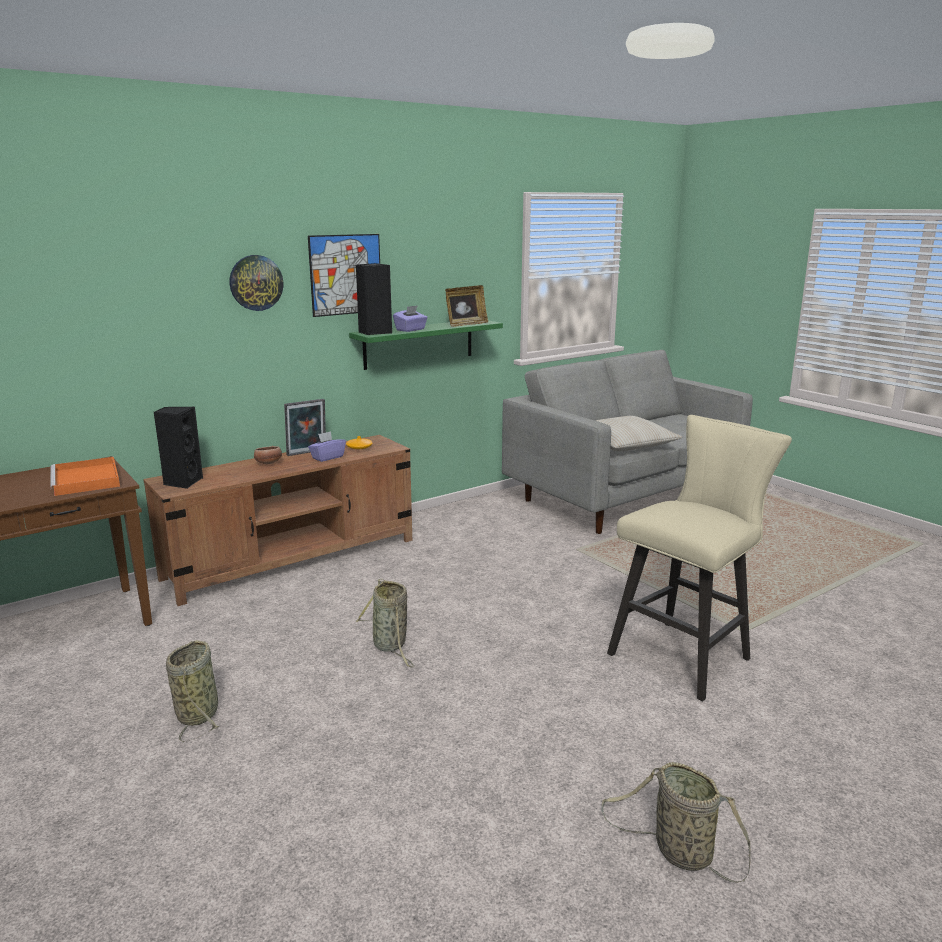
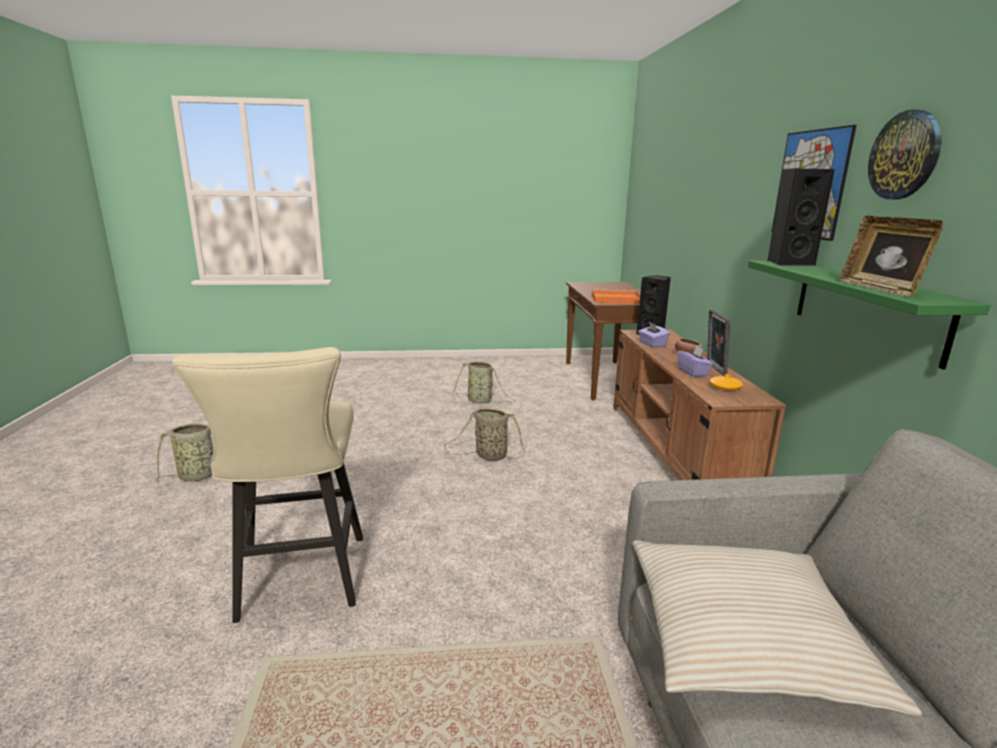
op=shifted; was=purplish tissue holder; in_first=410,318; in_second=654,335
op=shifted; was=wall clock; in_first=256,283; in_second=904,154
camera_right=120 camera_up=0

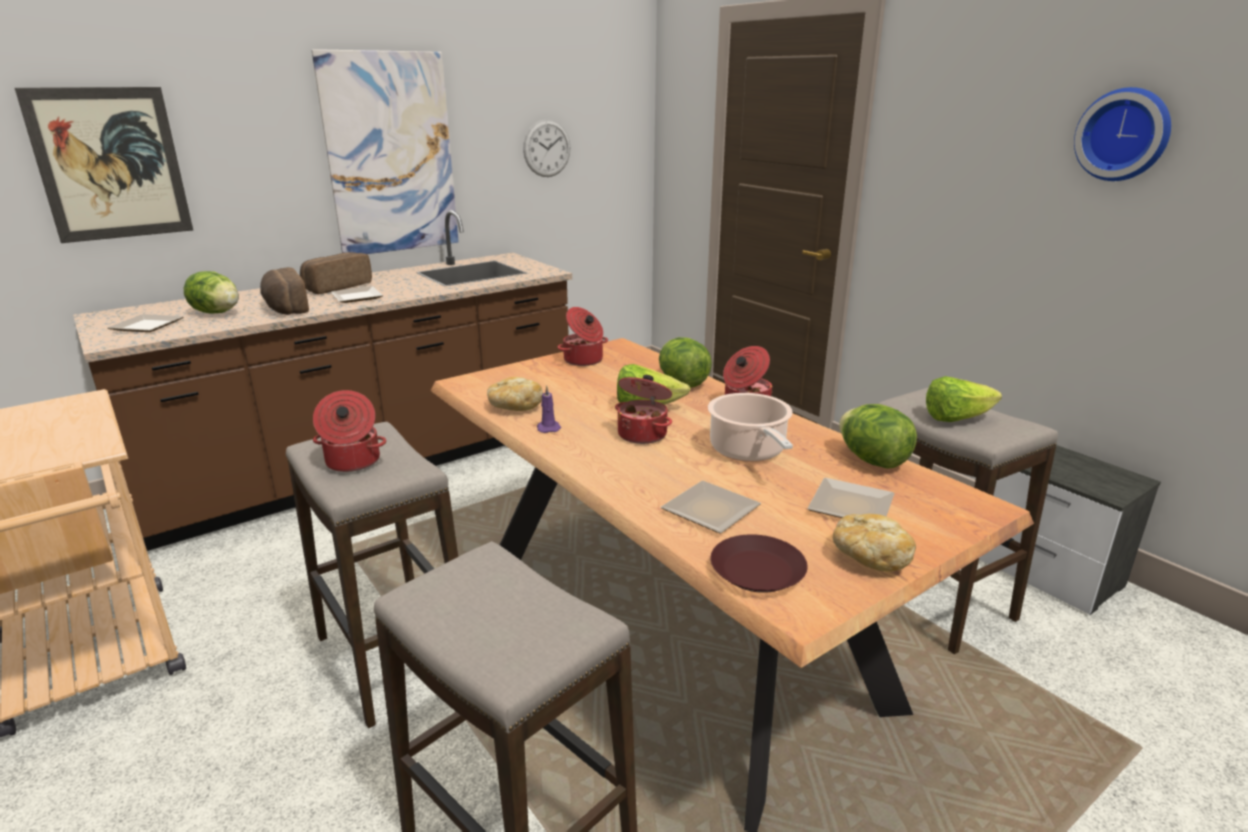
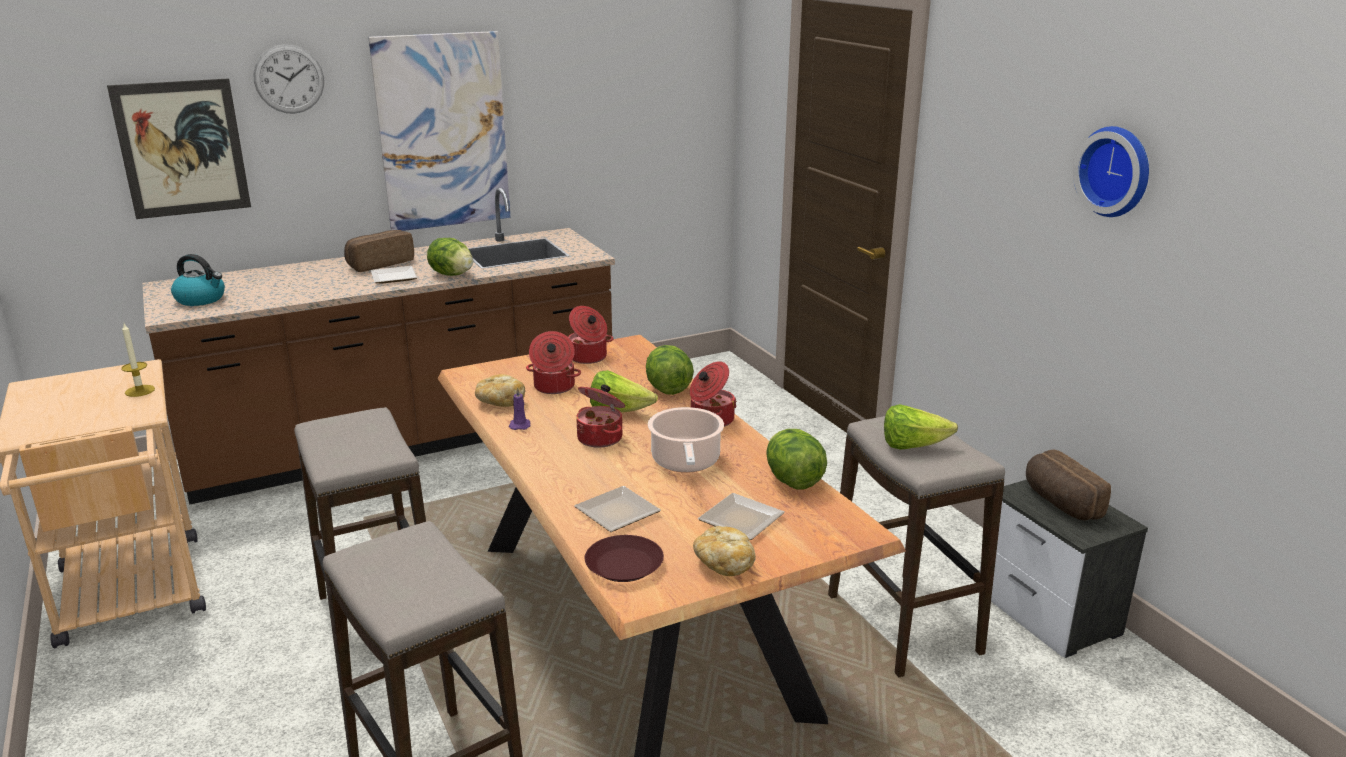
op=new; now=wax light; in_second=138,360
op=swapped; was=dinner plate; now=water kettle; in_first=145,323; in_second=198,280
op=shifted; was=wall clock; in_first=546,148; in_second=288,79
op=shifted; was=lettuce head; in_first=211,292; in_second=450,257
op=shifted; was=saucepot; in_first=349,431; in_second=553,362
op=shifted; was=bakery bread; in_first=284,291; in_second=1068,485
camera_right=10 camera_up=0

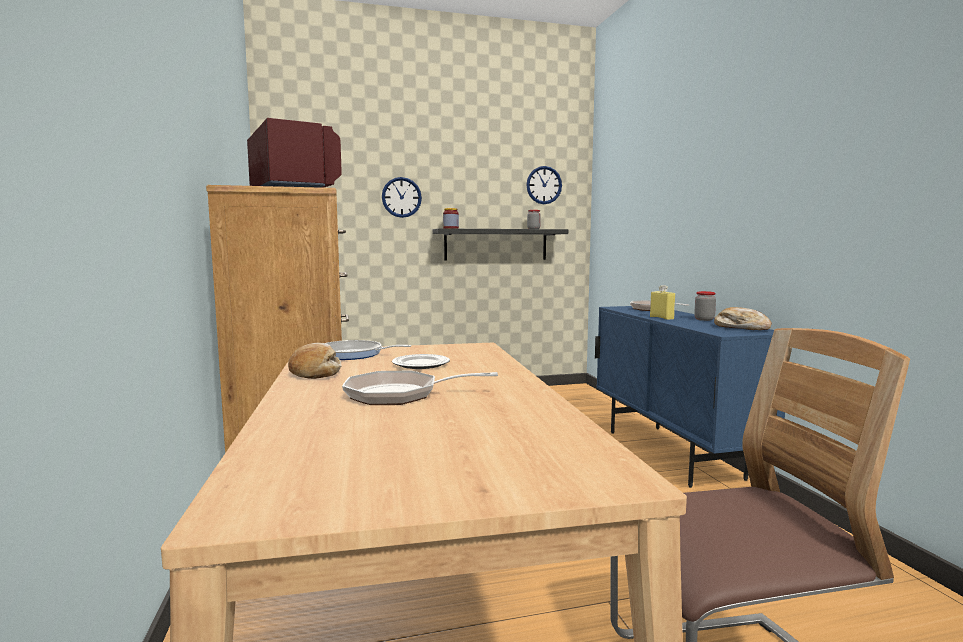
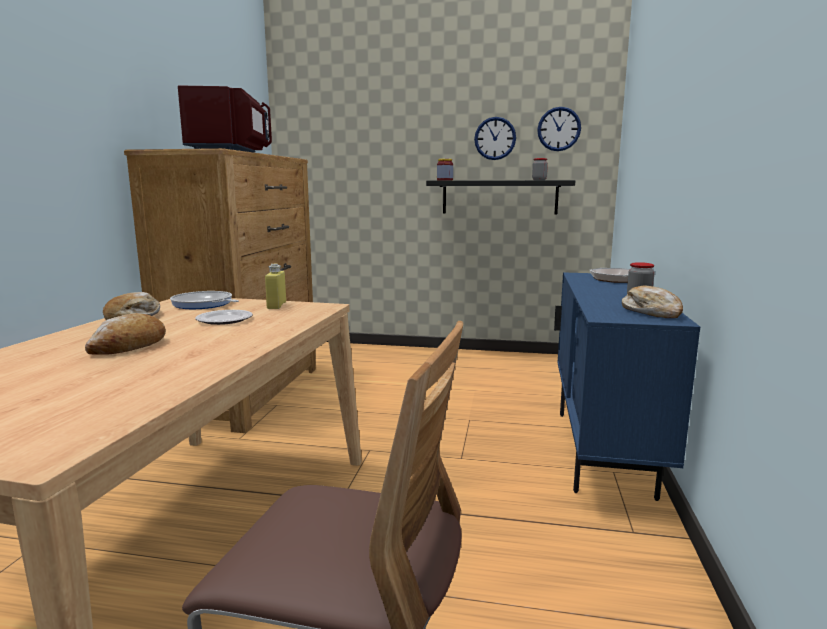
op=swapped; was=pan; now=bakery bread; in_first=420,388; in_second=125,334
op=shifted; was=yellow-coloured bottle; in_first=662,302; in_second=275,286
op=shifted; was=wall clock; in_first=402,197; in_second=495,138
camera_right=25 camera_up=5

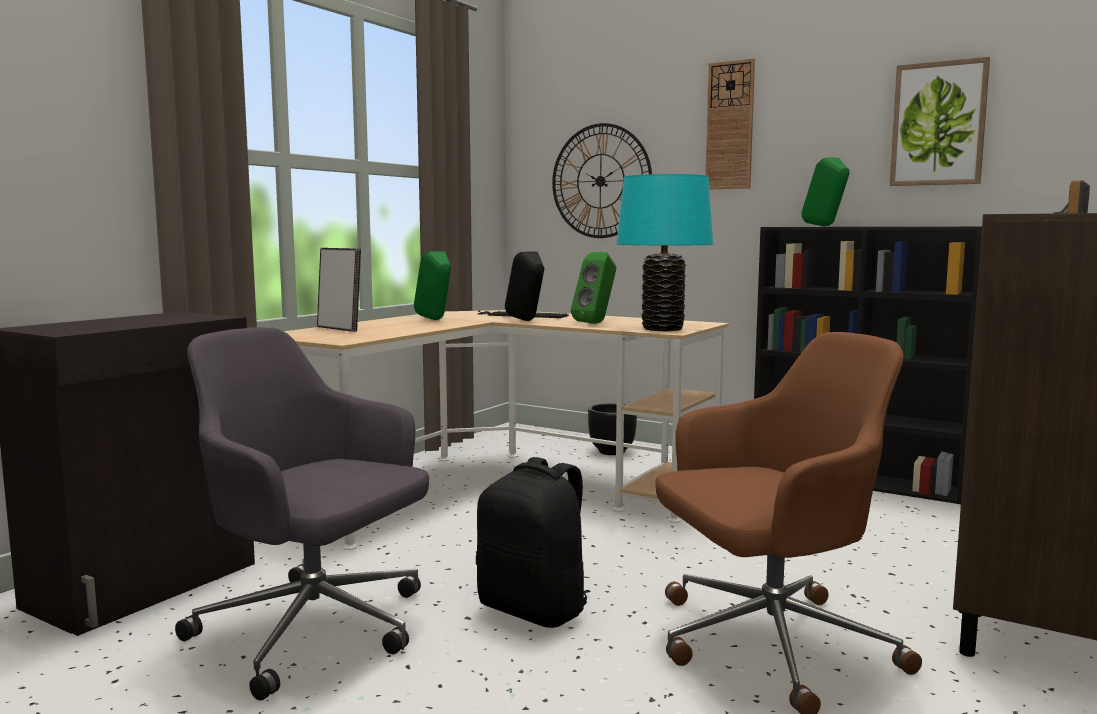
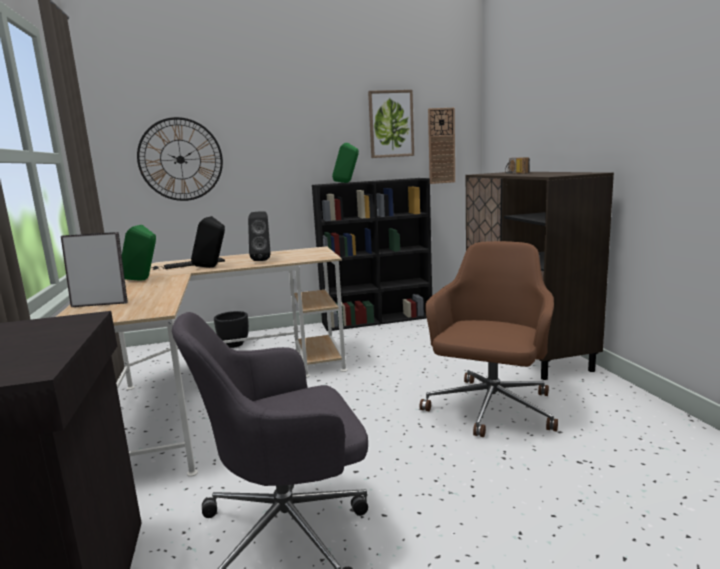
op=repainted; was=green-coloured audio speaker; now=blackish audio speaker; in_first=593,288; in_second=259,236
op=shifted; was=wall clock; in_first=730,124; in_second=441,146
op=gone; was=blackish backpack; in_first=533,542
op=gone; was=turquoise table lamp; in_first=664,252
camera_right=-45 camera_up=5

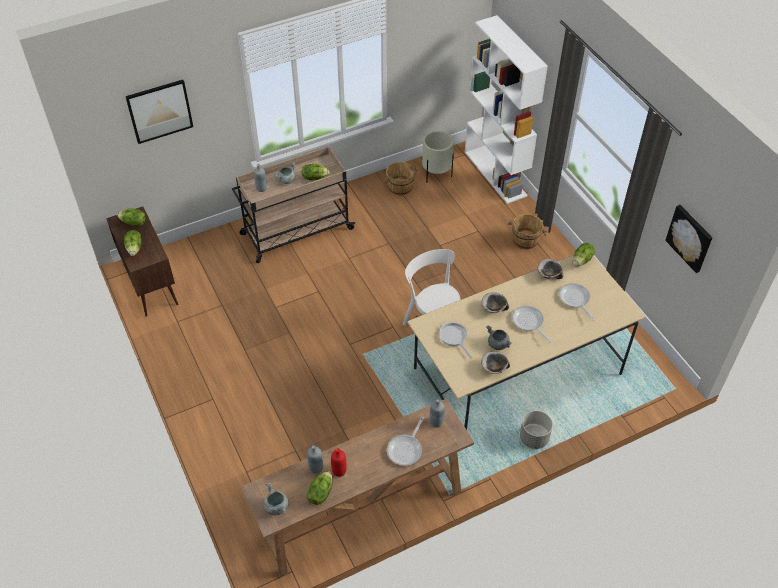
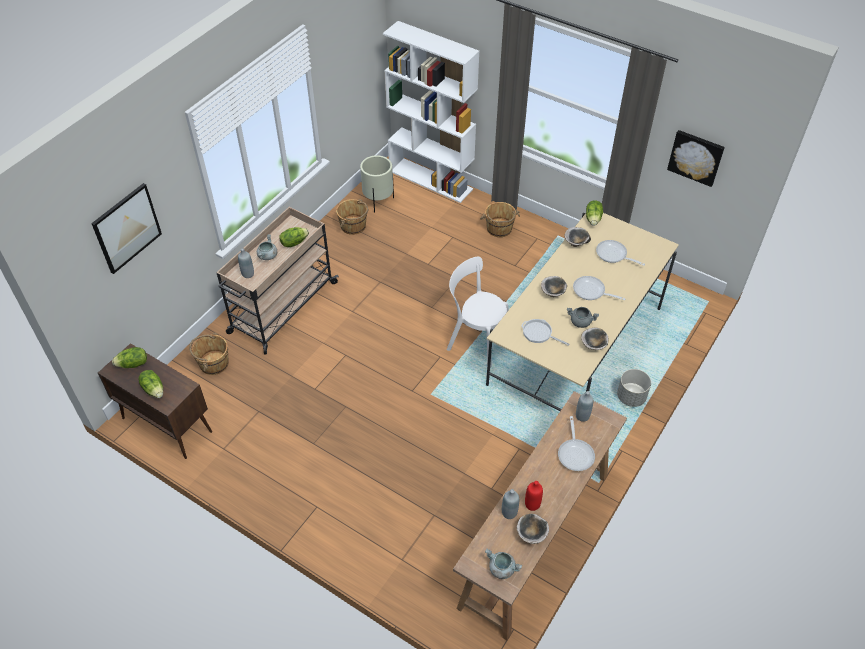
op=new; now=brownish pail; in_second=209,354
op=swapped; was=lettuce head; now=serving bowl; in_first=319,488; in_second=533,529
camera_right=-30 camera_up=0

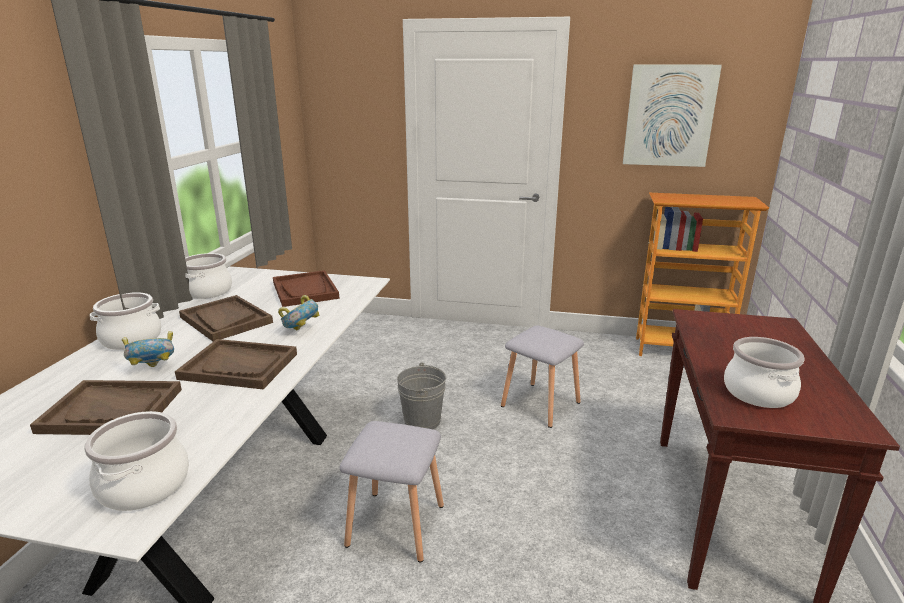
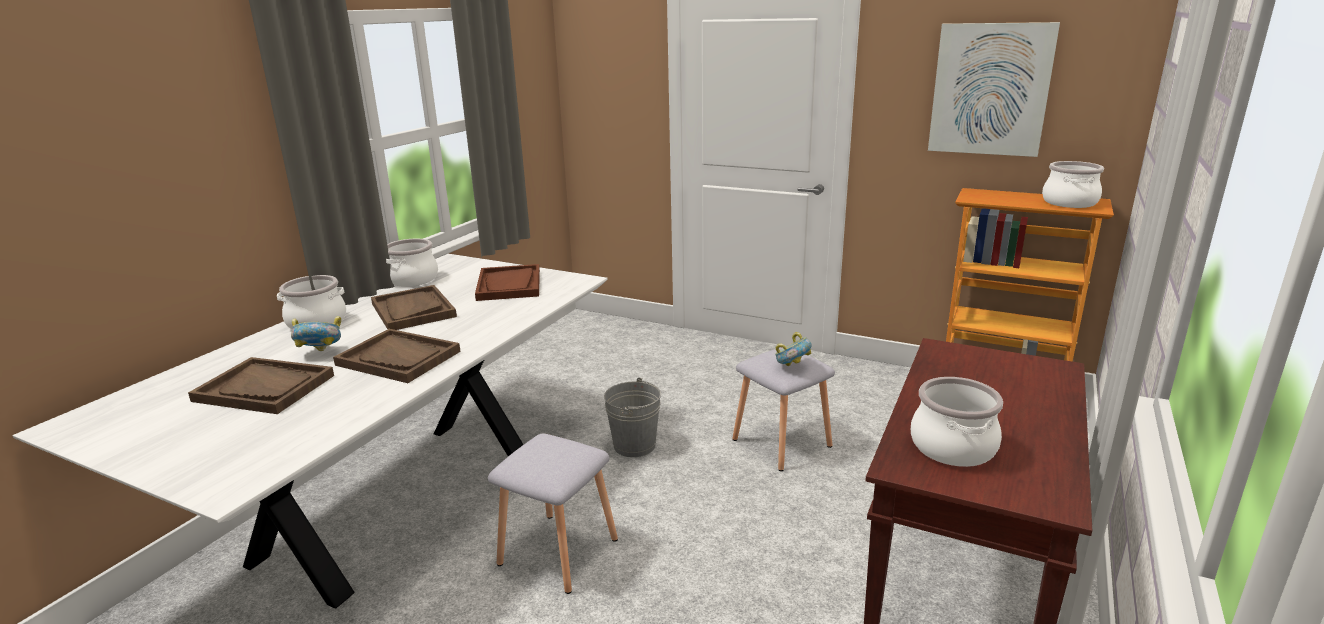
op=shifted; was=serving bowl; in_first=298,312; in_second=793,349
op=shifted; was=saucepot; in_first=136,461; in_second=1073,184
camera_right=15 camera_up=0

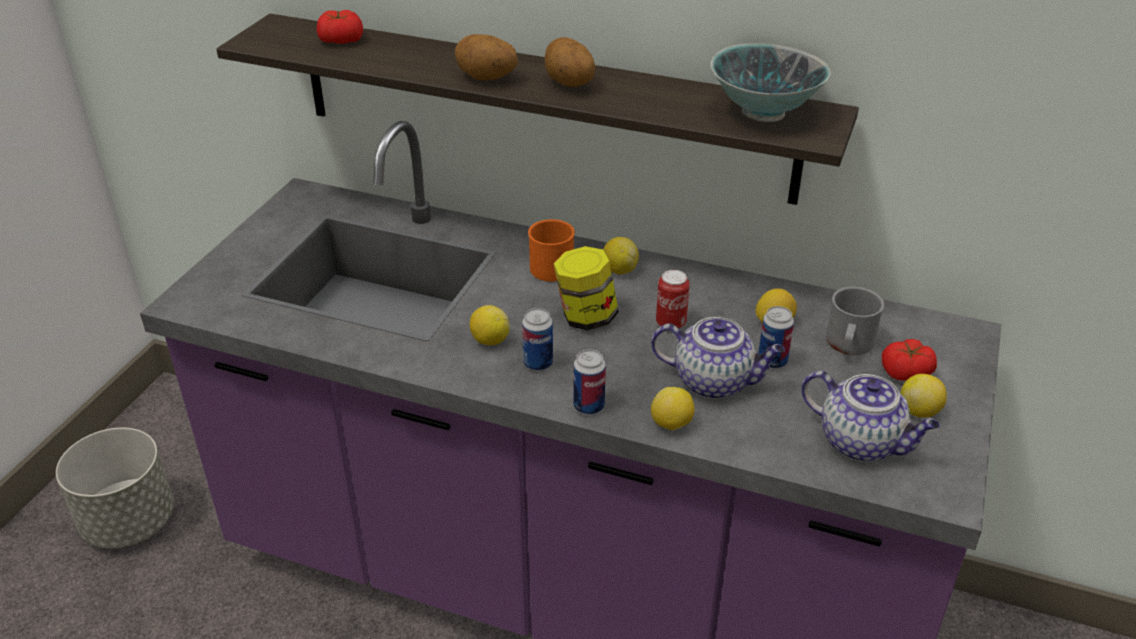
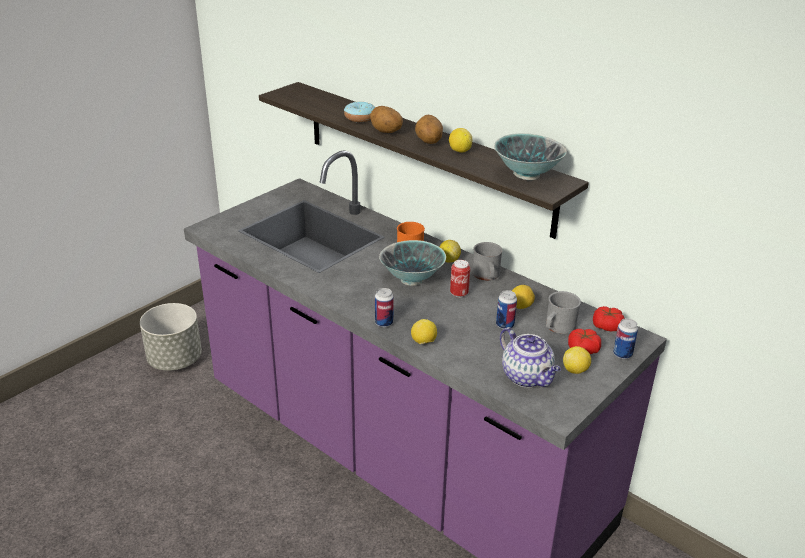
op=new; now=donut; in_second=359,112
op=swapped; was=jar; now=serving bowl; in_first=586,288; in_second=412,263
op=shifted; was=whole lemon; in_first=490,325; in_second=460,140
op=new; now=greyish mug; in_second=487,261
op=shifted; was=tomato; in_first=339,27; in_second=609,318
op=shifted; was=sealed can; in_first=537,339; in_second=625,338
op=gone; was=tea pot; in_first=718,358
camera_right=20 camera_up=-5

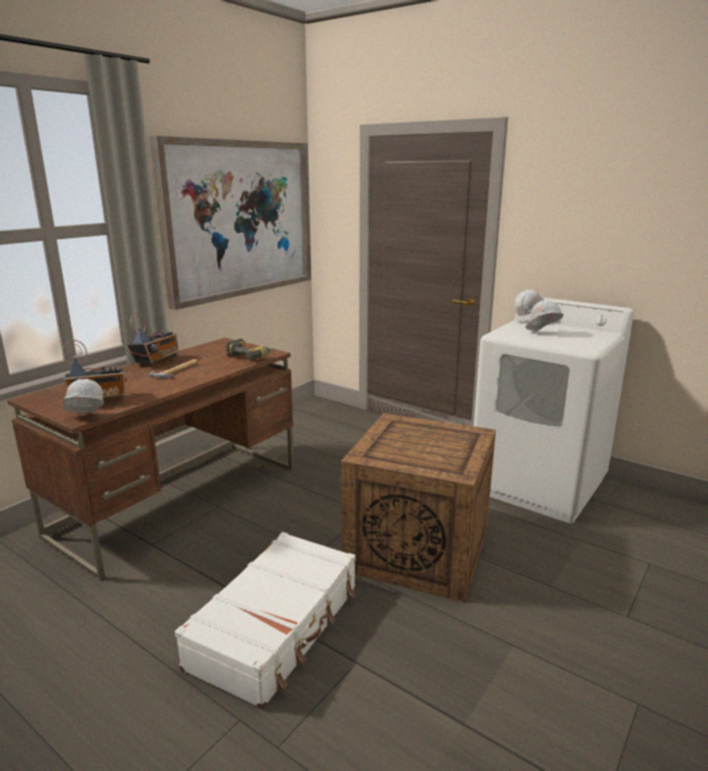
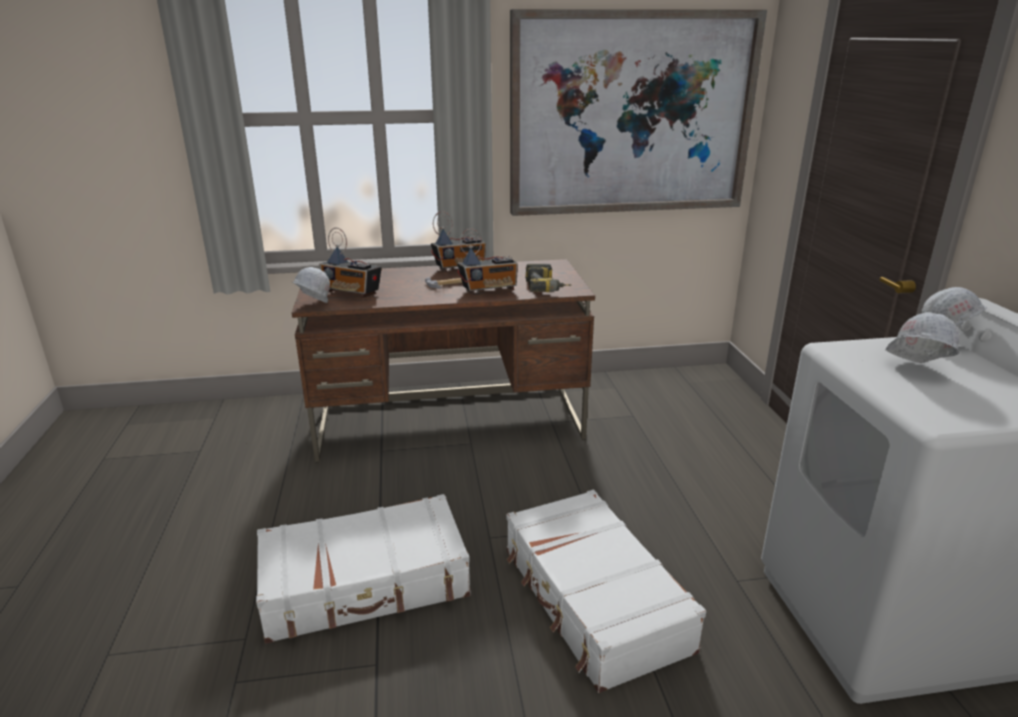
op=new; now=radio receiver; in_second=487,261
op=swapped; was=crate; now=whitish travel case; in_first=418,507; in_second=606,591
camera_right=45 camera_up=5

